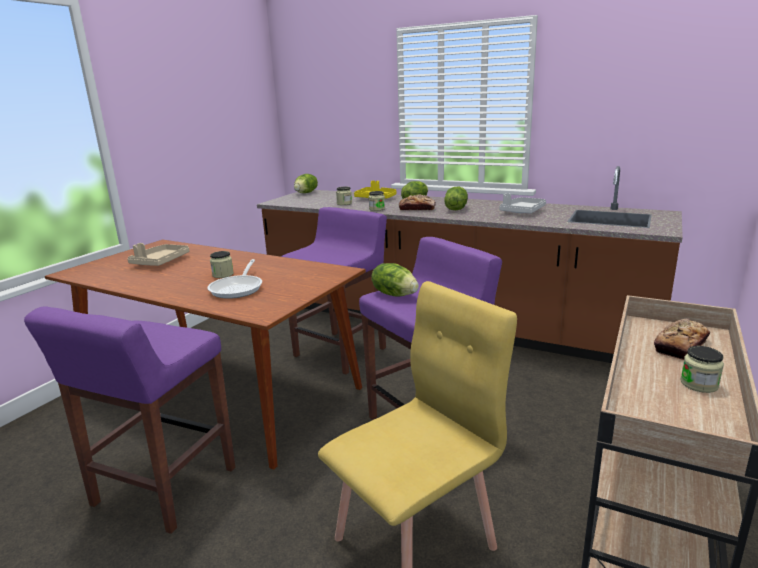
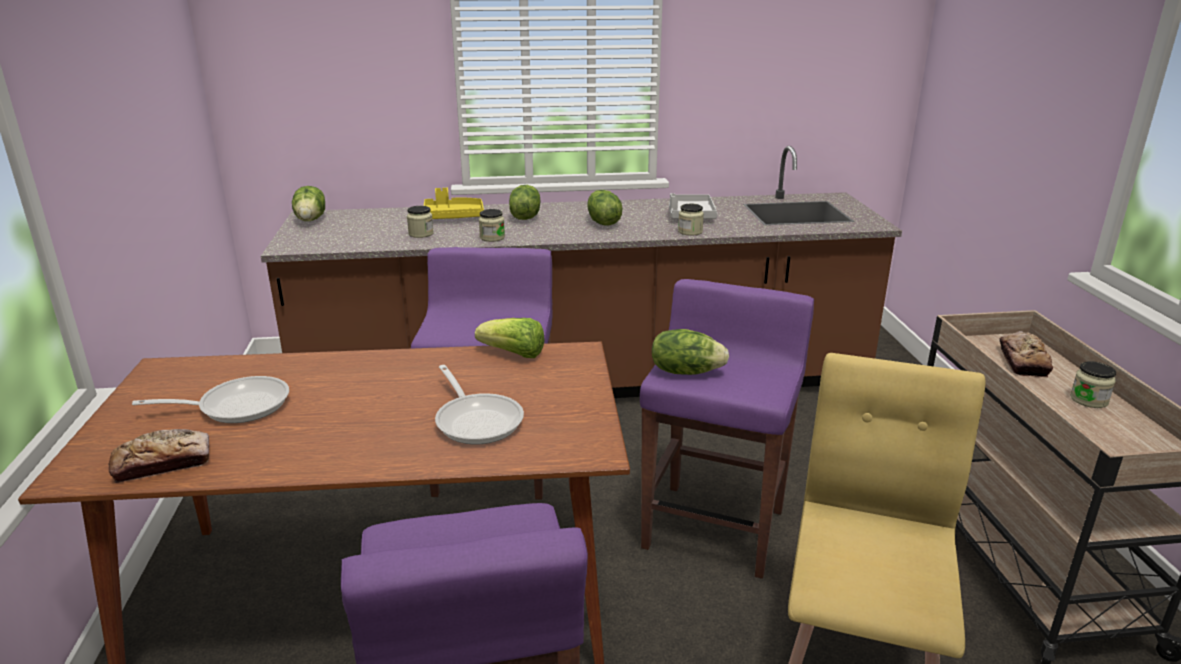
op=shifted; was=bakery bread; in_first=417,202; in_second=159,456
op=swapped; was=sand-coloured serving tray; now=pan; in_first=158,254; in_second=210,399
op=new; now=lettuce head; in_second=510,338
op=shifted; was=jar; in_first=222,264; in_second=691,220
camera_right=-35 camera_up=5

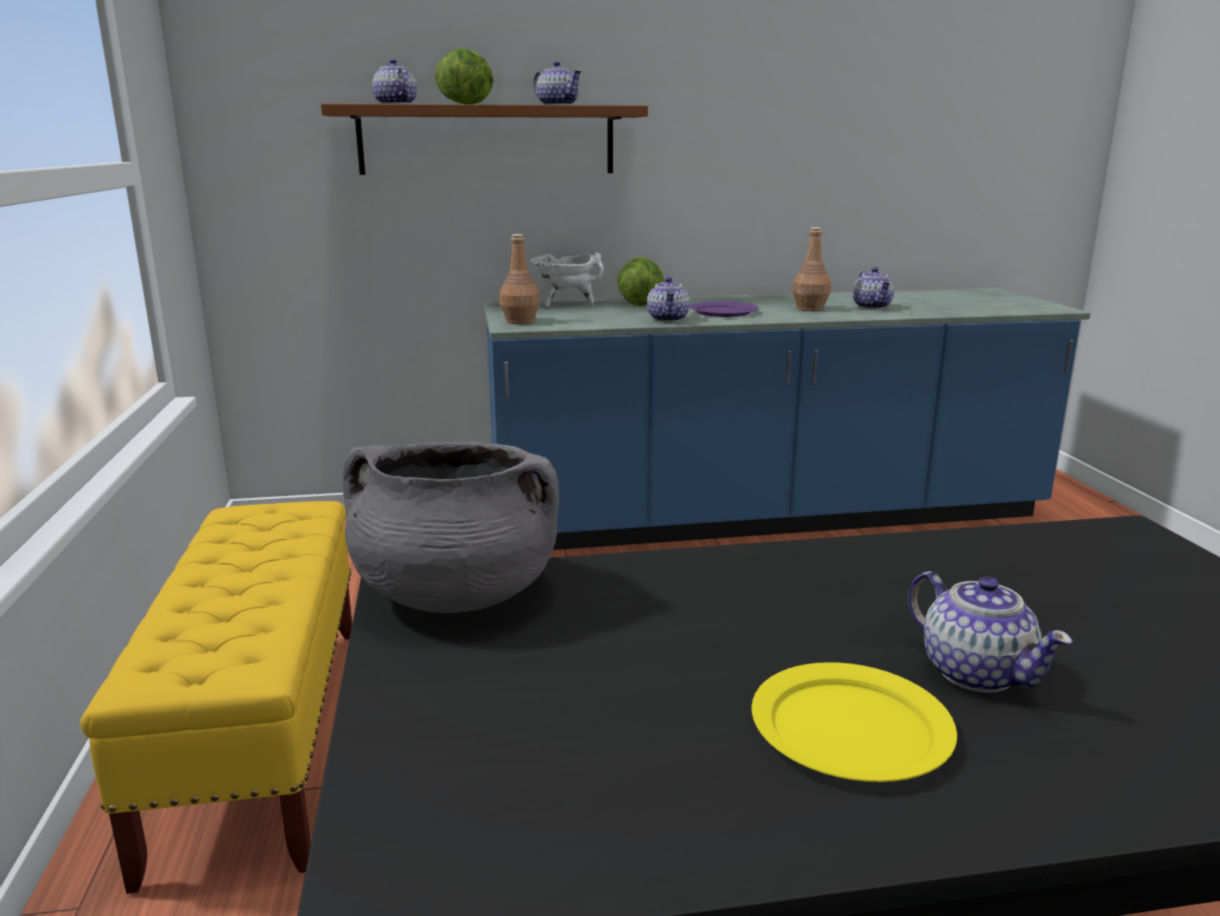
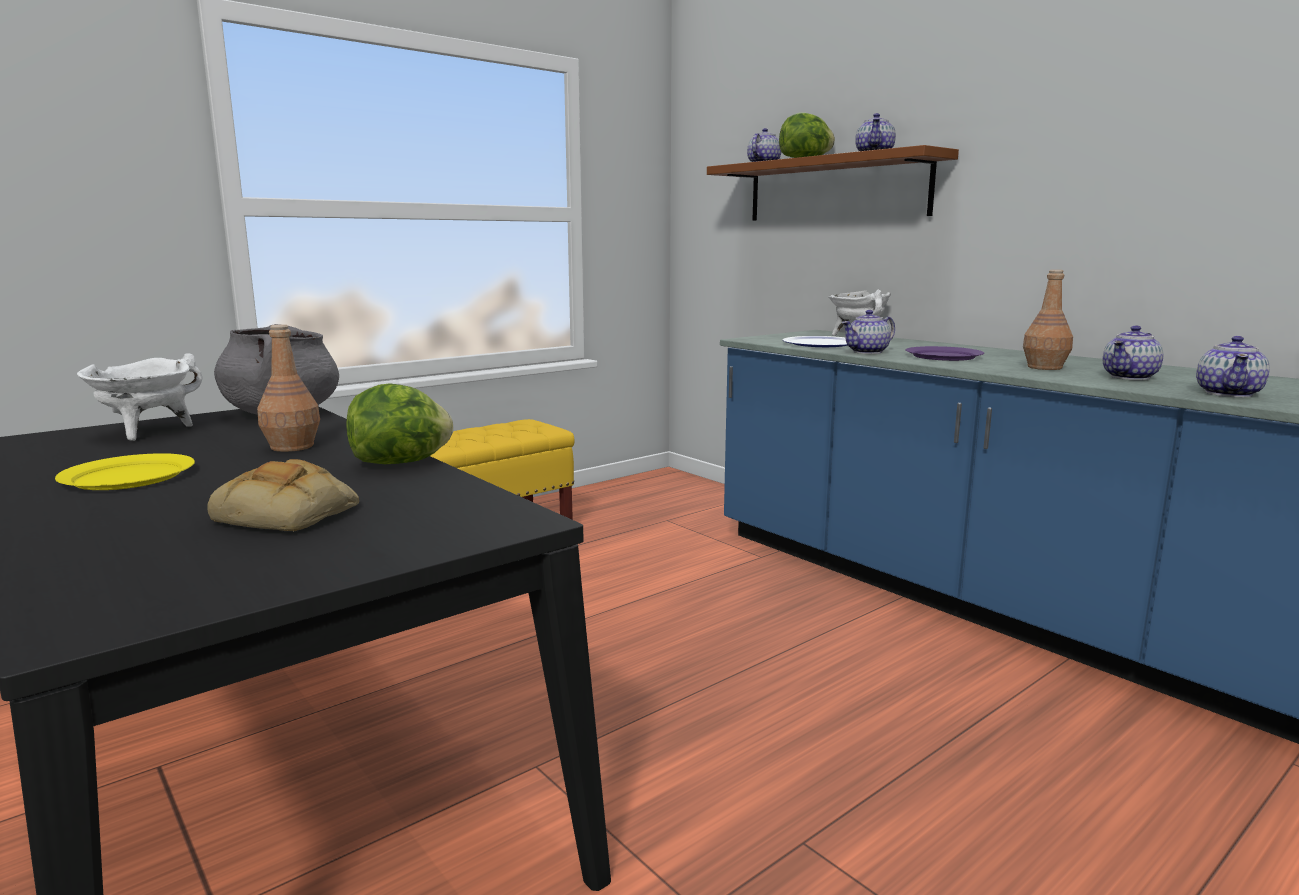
op=new; now=whitish saucepot; in_second=139,397
op=new; now=bakery bread; in_second=283,495
op=shifted; was=brownish bottle; in_first=520,279; in_second=288,388
op=shifted; was=lettuce head; in_first=640,282; in_second=399,423
op=new; now=dinner plate; in_second=815,341
op=shifted; was=tea pot; in_first=990,632; in_second=1233,366
camera_right=60 camera_up=-5

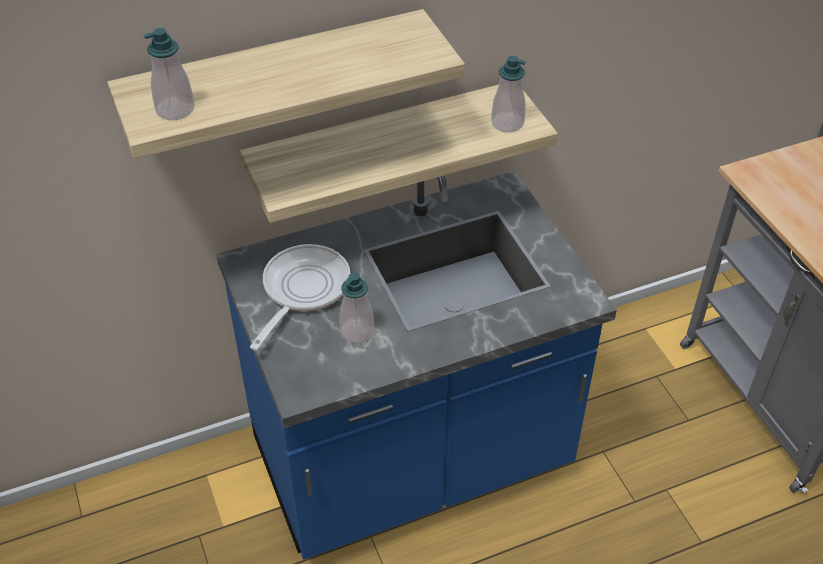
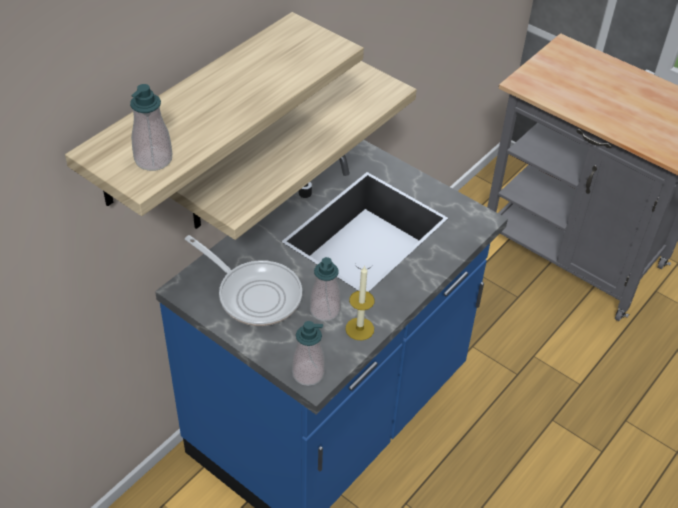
op=rotated; was=pan; in_first=300,297; in_second=243,280; clockwise=135
op=shifted; was=soap dispenser; in_first=508,94; in_second=308,353
op=new; now=wax light; in_second=360,303
camera_right=-30 camera_up=0

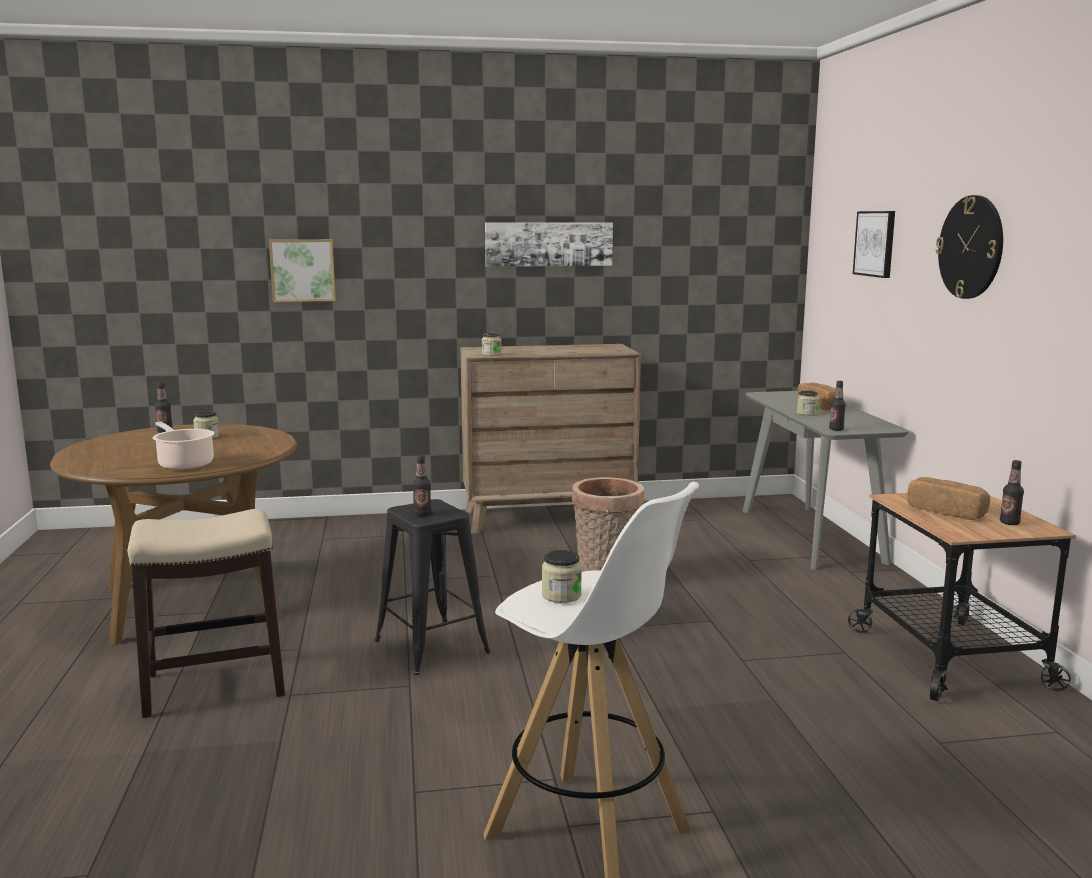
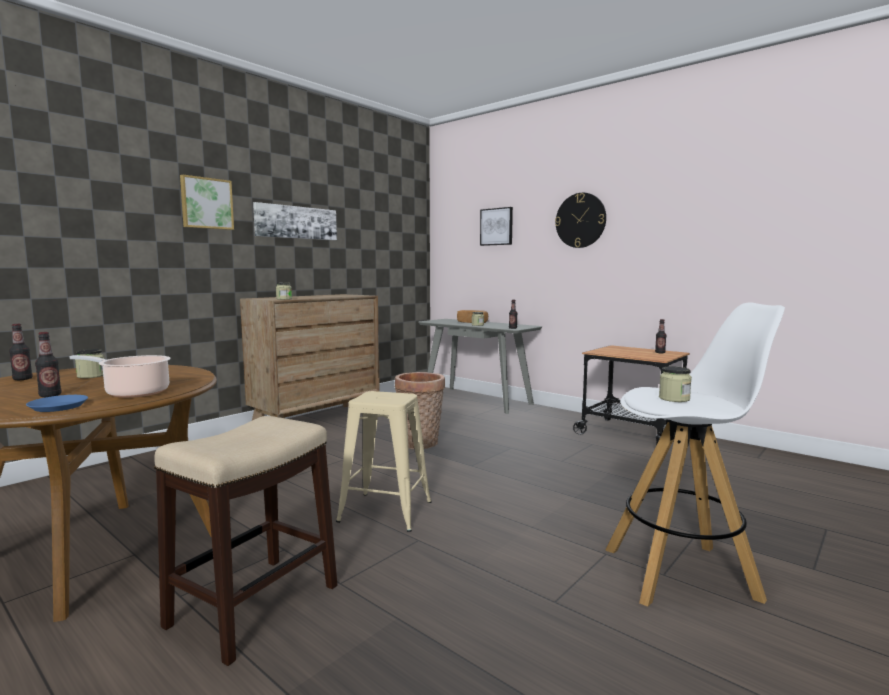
op=new; now=blue-coloured dinner plate; in_second=57,403
op=shifted; was=bottle; in_first=422,485; in_second=48,364
op=shifted; was=wall art; in_first=302,270; in_second=207,202
op=repainted; was=blackish stool seat; now=sand-coloured stool seat; in_first=432,587; in_second=384,461
op=gone; was=bakery bread; in_first=948,498
camera_right=-40 camera_up=-5

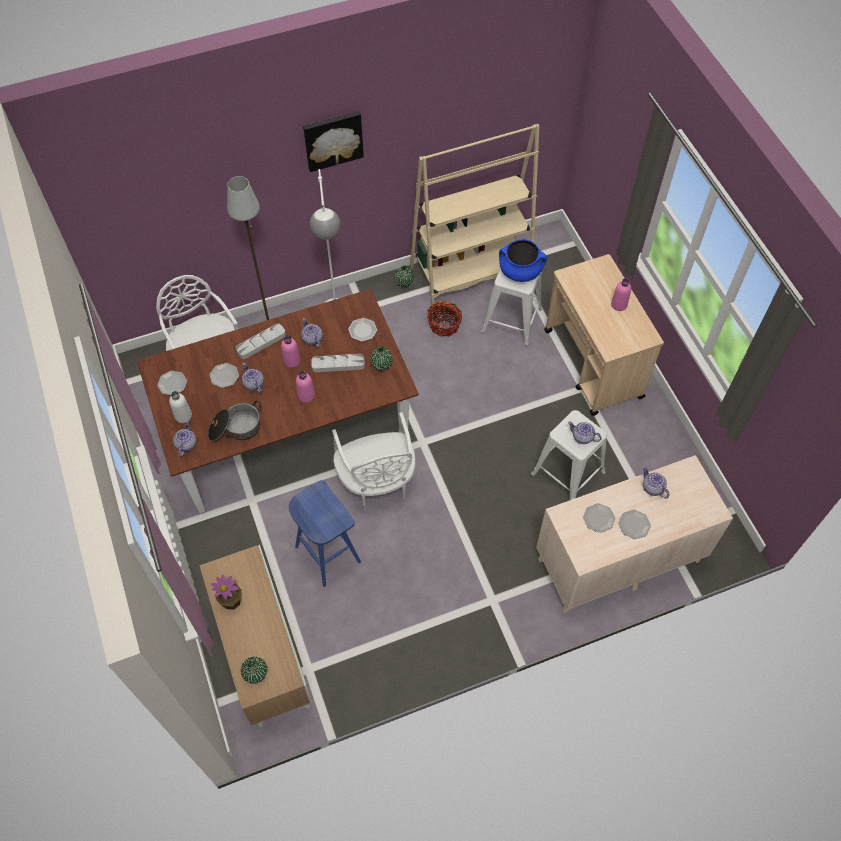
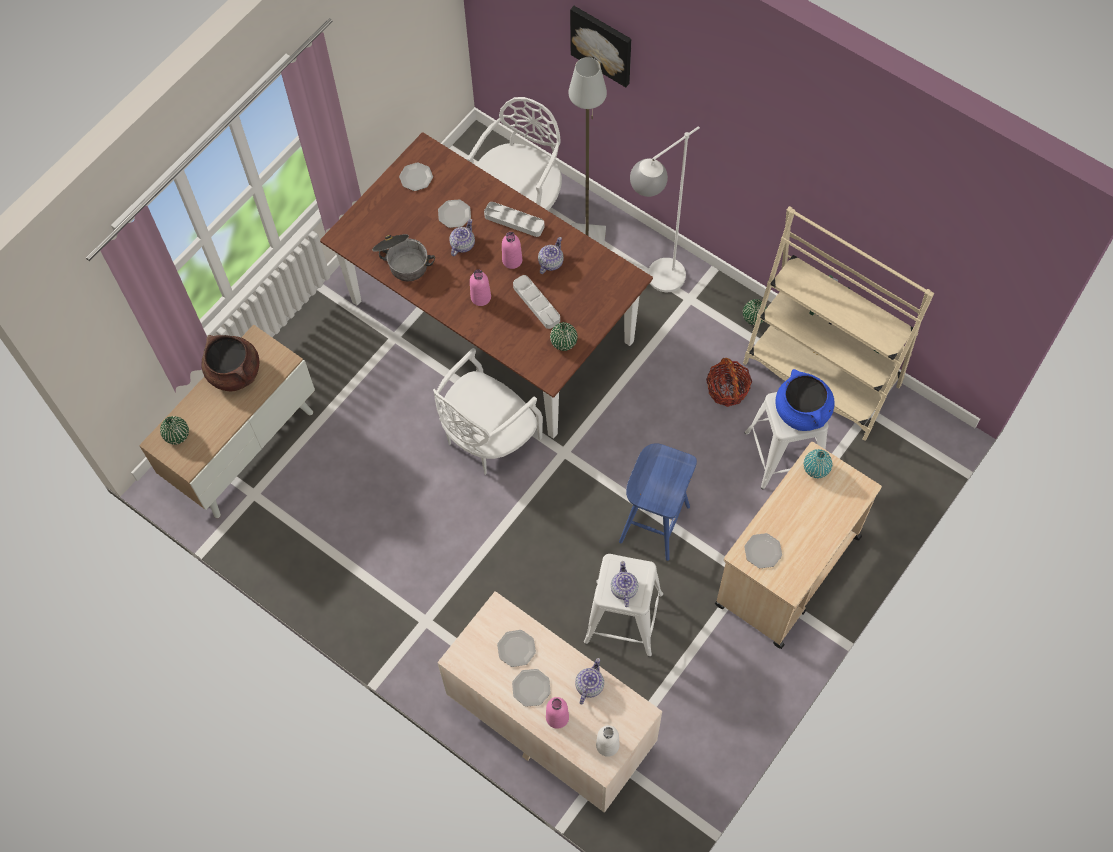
op=swapped; was=potted plant; now=brownish saucepot; in_first=226,591; in_second=230,363
op=shifted; was=pinkish bottle; in_first=621,294; in_second=557,713
op=shifted; was=wall art; in_first=333,141; in_second=600,46
op=shifted; was=whitish bottle; in_first=180,407; in_second=608,741
op=shifted; was=blue-coloured stool seat; in_first=325,533; in_second=658,502
op=shifted; was=dinner plate; in_first=362,330; in_second=763,550
op=new; now=turquoise decorative vase; in_second=818,463
op=gone; was=tea pot; in_first=185,438
camera_right=60 camera_up=5

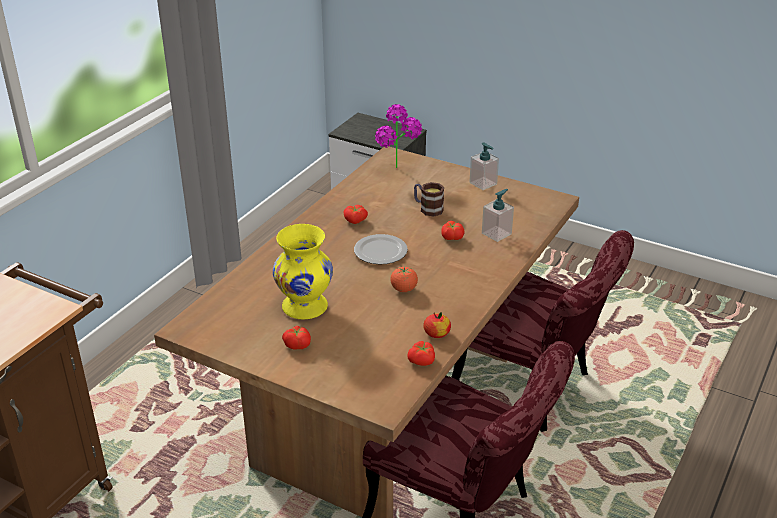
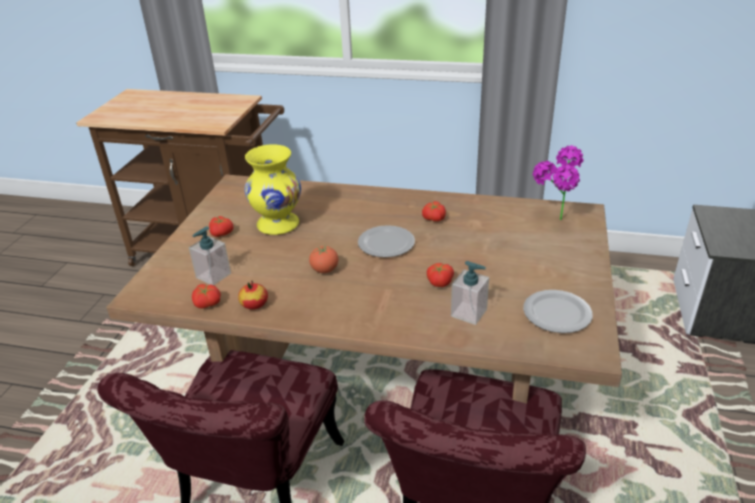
op=shifted; was=soap dispenser; in_first=484,166; in_second=210,255
op=new; now=dinner plate; in_second=558,311
op=gone; was=mug; in_first=429,199
camera_right=75 camera_up=0

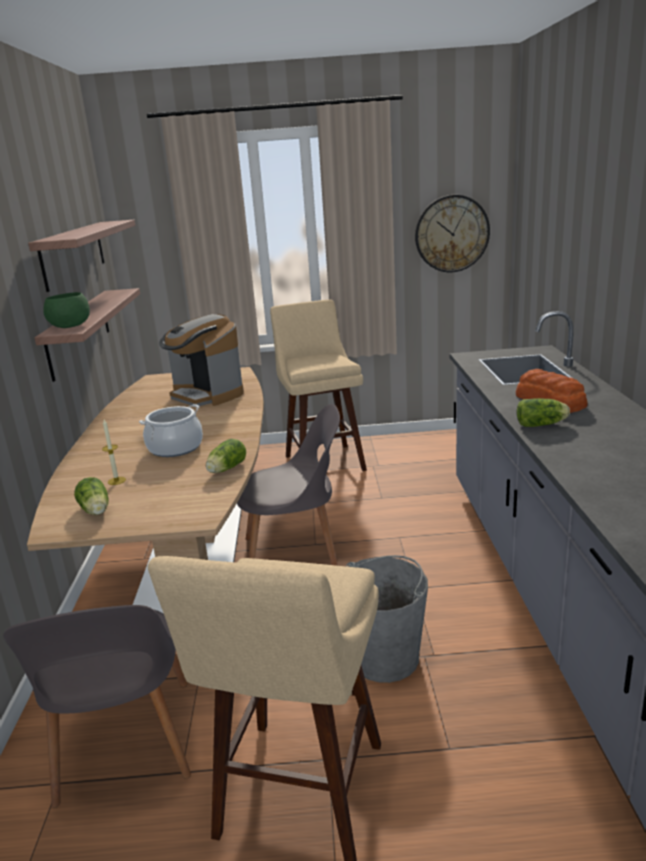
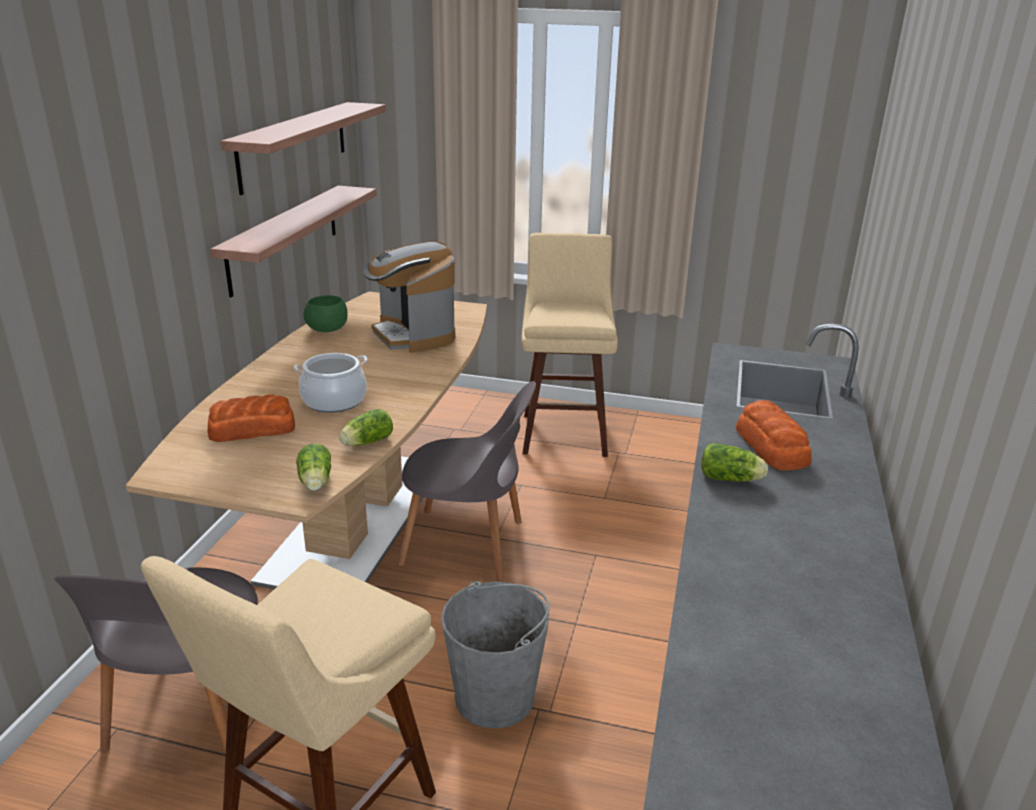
op=swapped; was=wax light; now=bakery bread; in_first=114,452; in_second=251,418
op=shifted; was=lettuce head; in_first=91,496; in_second=313,467
op=shifted; was=green-coloured serving bowl; in_first=66,310; in_second=326,313
op=gone; was=wall clock; in_first=452,233
camera_right=15 camera_up=5

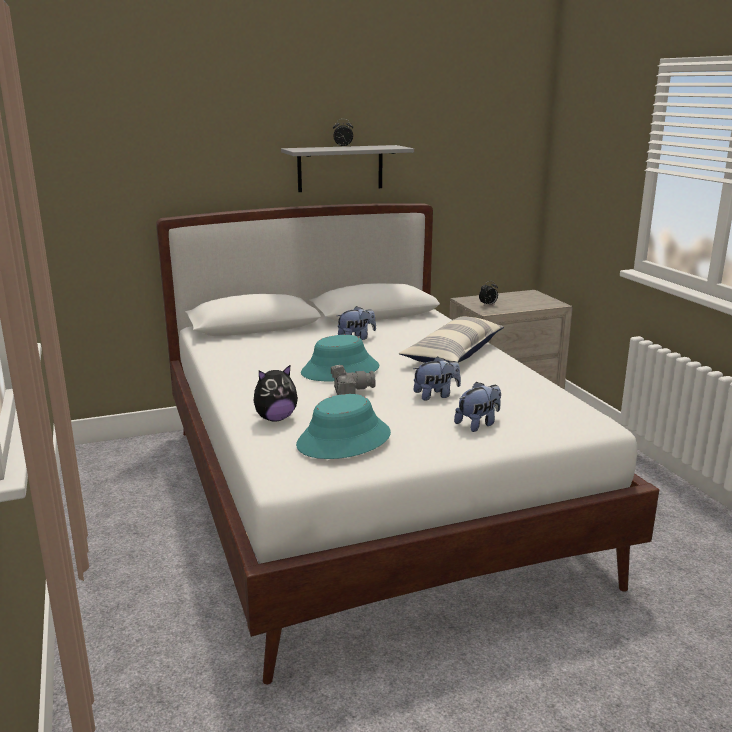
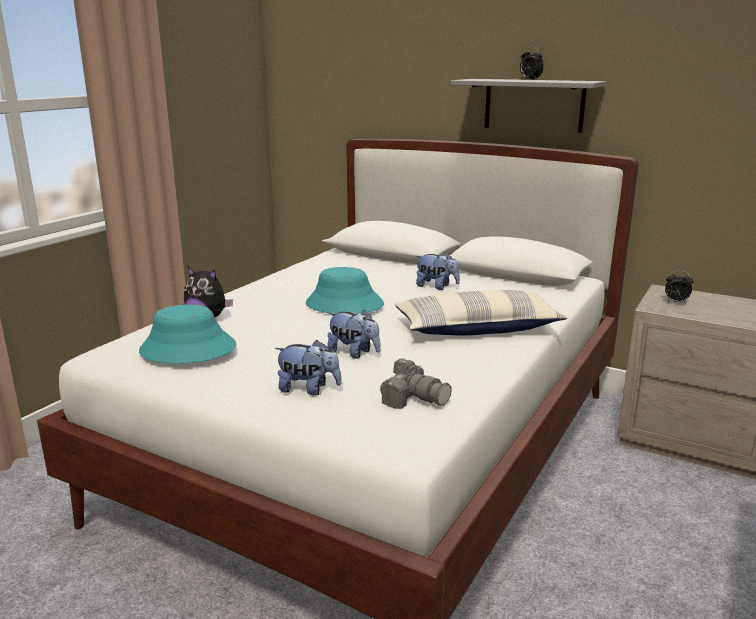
op=shifted; was=photo camera; in_first=353,380; in_second=415,383
camera_right=50 camera_up=0

